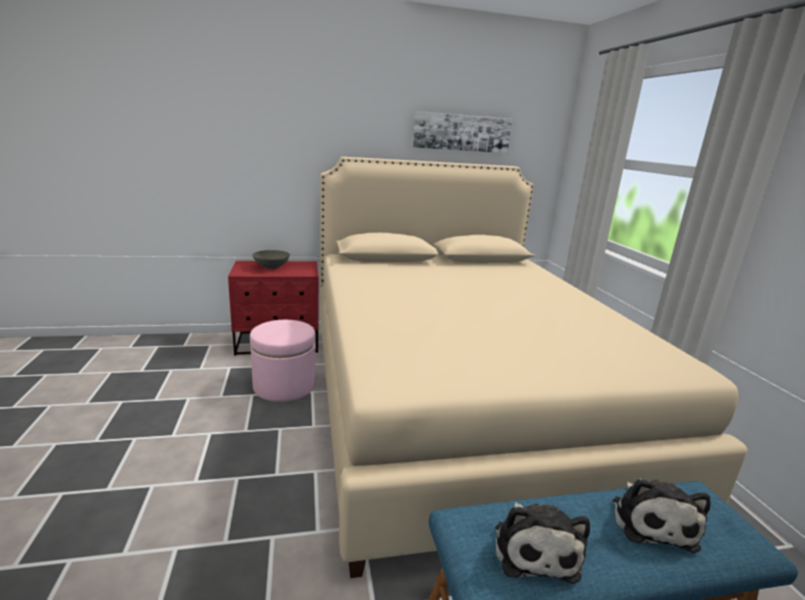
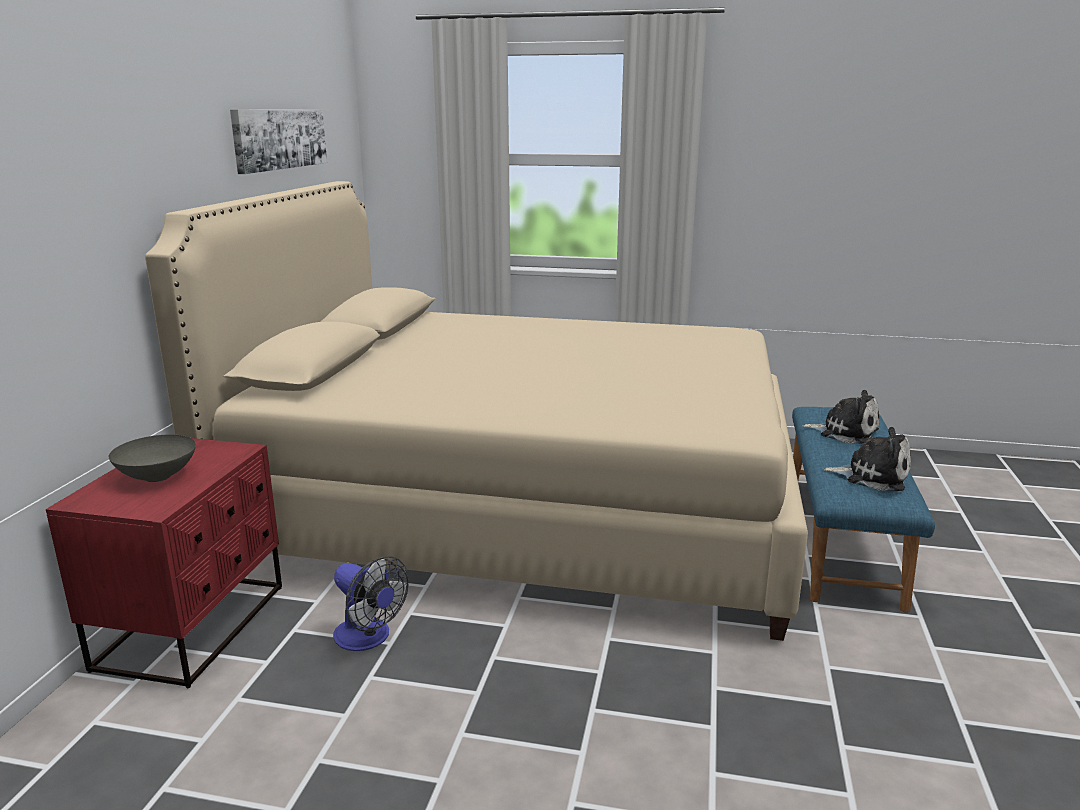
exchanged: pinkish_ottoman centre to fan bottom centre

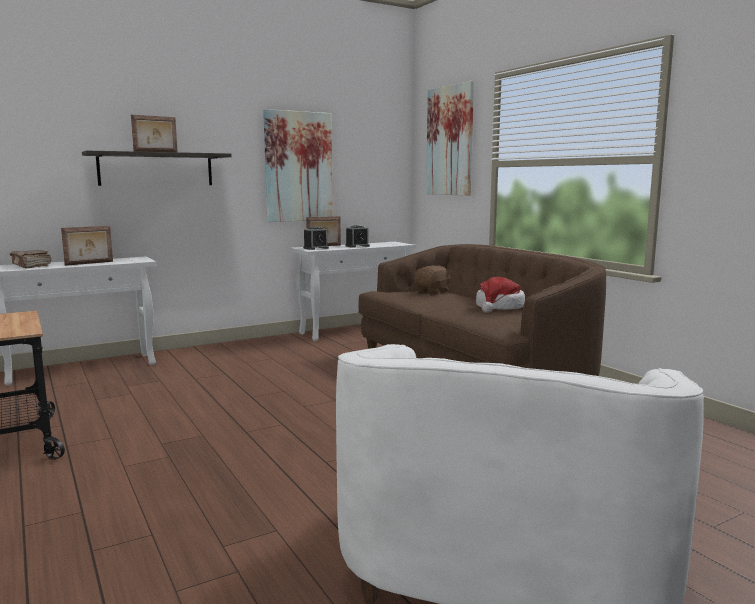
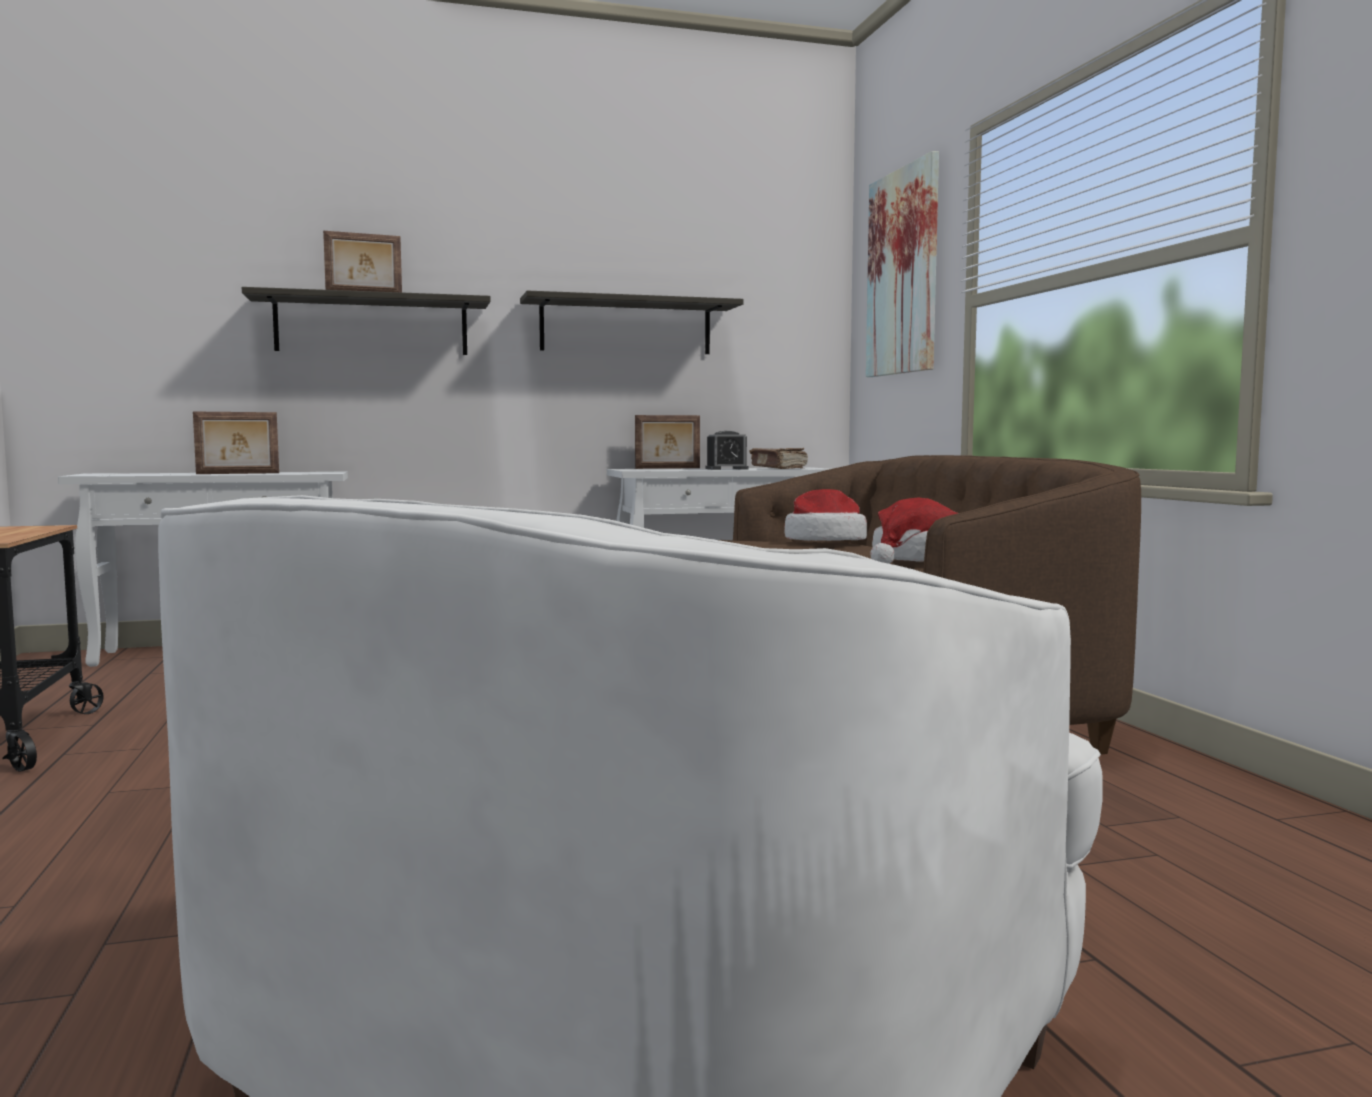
missing: table_clock (no. 1 from left) centre
relocated: brown-coloured_bound_book middle left to centre
exchanged: picture (no. 1 from left) top centre to wall_shelf (no. 2 from left) top centre; brown-coloured_plush_toy centre to wearable_hat (no. 1 from left) centre

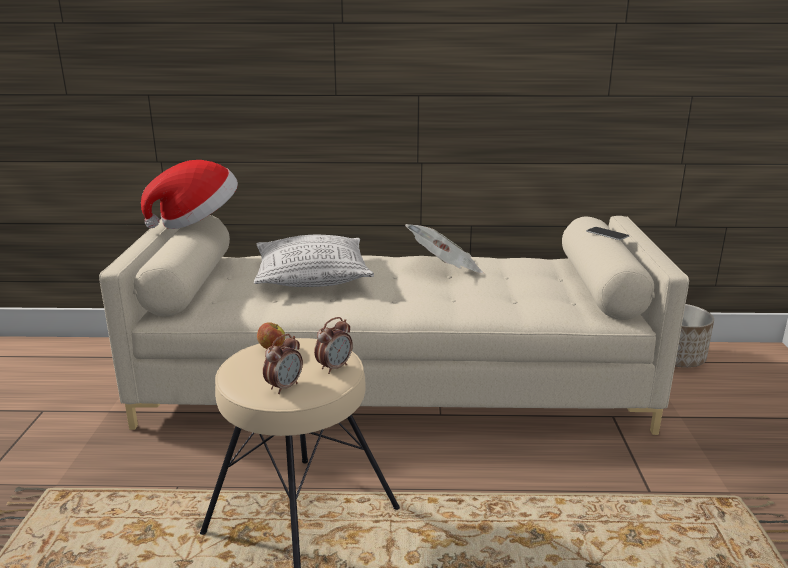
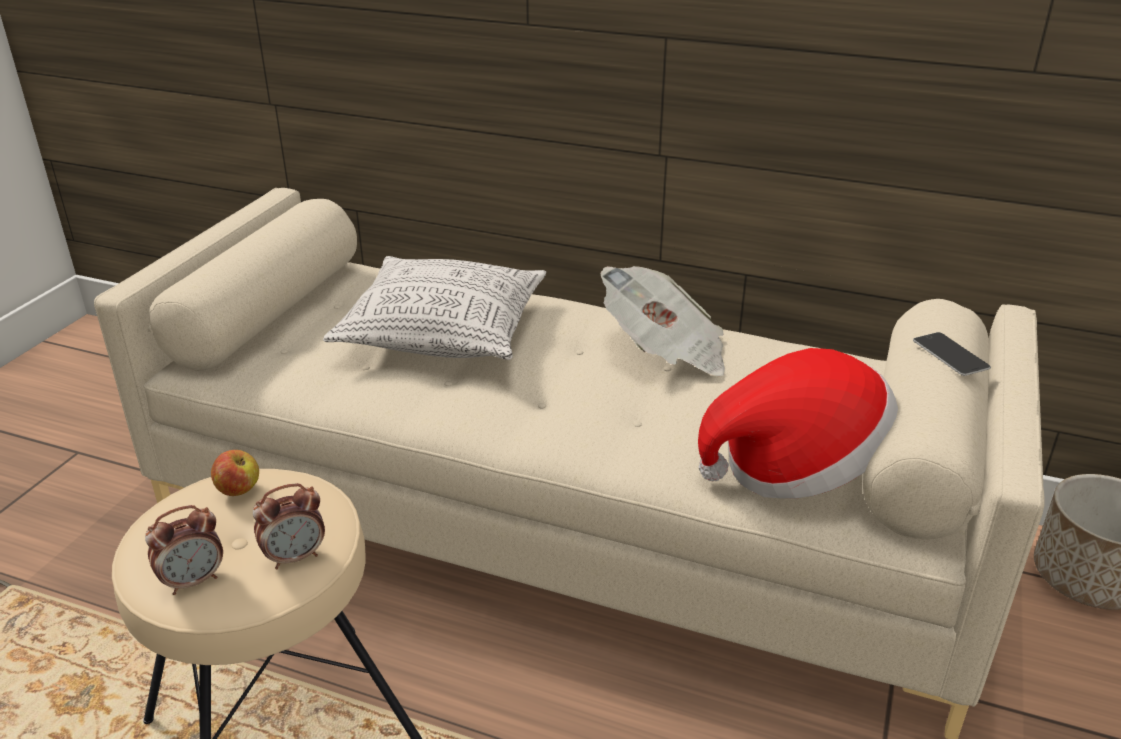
relocated: wearable_hat middle left to middle right

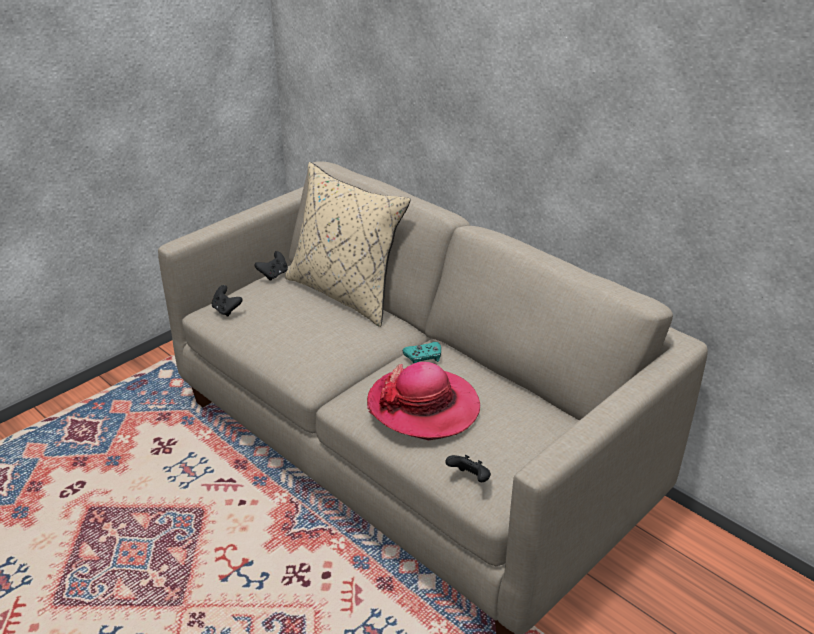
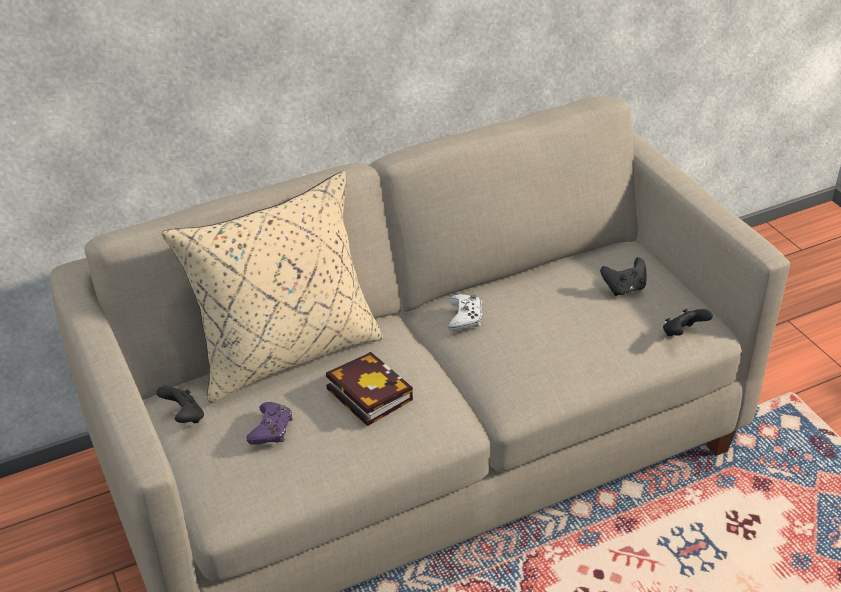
missing: wearable_hat centre
appeared: purplish_gamepad bottom left; bound_book centre
relocated: black-coloured_gamepad (no. 1 from left in the first image) middle left to black-coloured_gamepad (no. 2 from left) middle right
colour: blue-green_gamepad centre to white_gamepad centre

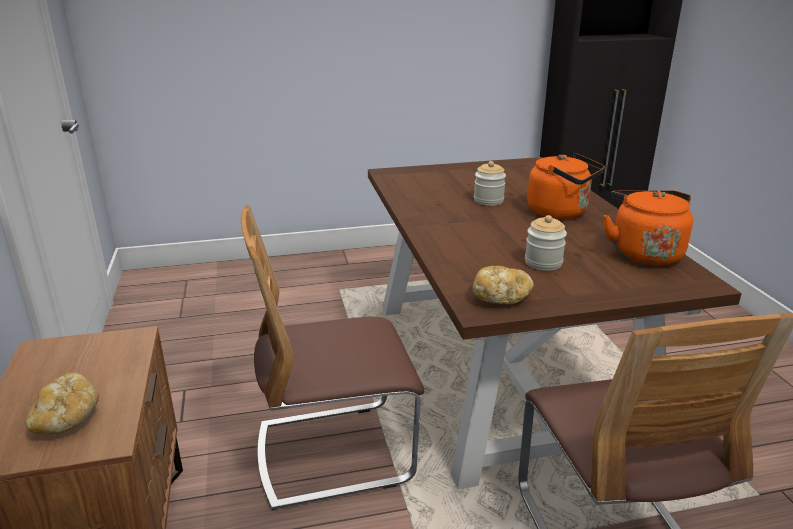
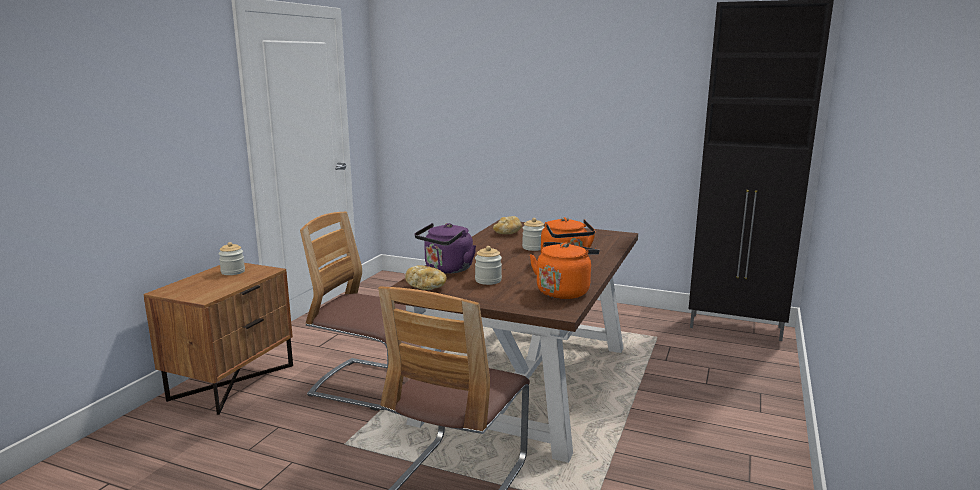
appeared: jar (no. 1 from left) middle left; purplish_kettle centre
relocated: bread (no. 1 from left in the first image) bottom left to bread (no. 2 from left) centre

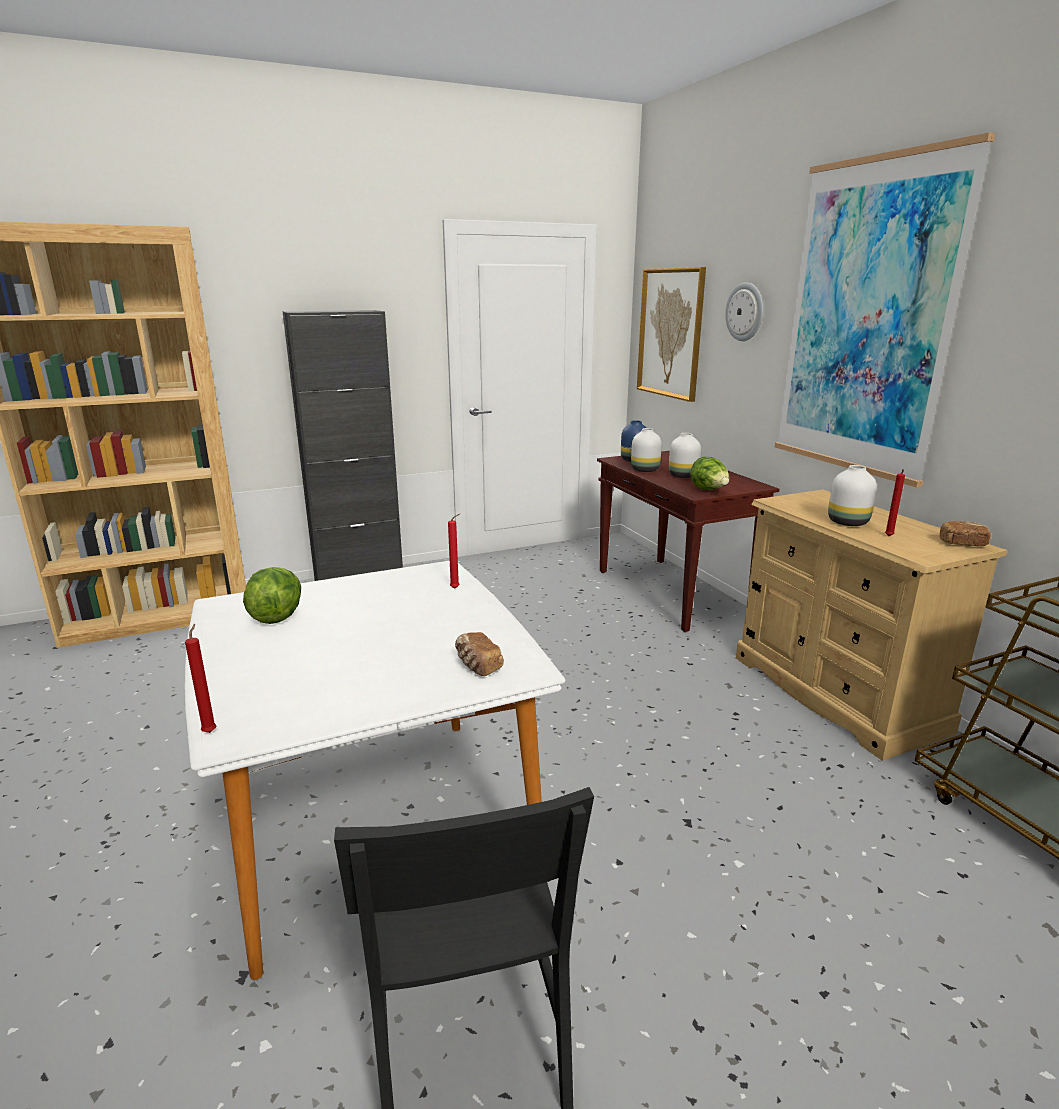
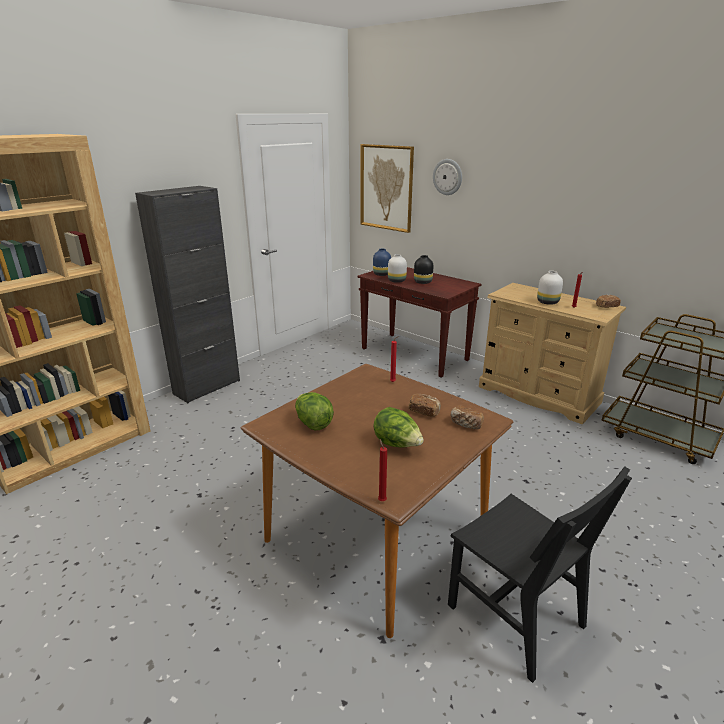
missing: picture (no. 2 from left) top right
appeared: bread (no. 1 from left) centre
relocated: head_of_lettuce (no. 2 from left) middle right to centre
colour: white_dining_table bottom centre to brown-coloured_dining_table bottom centre; white_decorative_vase (no. 2 from left) centre to black-coloured_decorative_vase centre

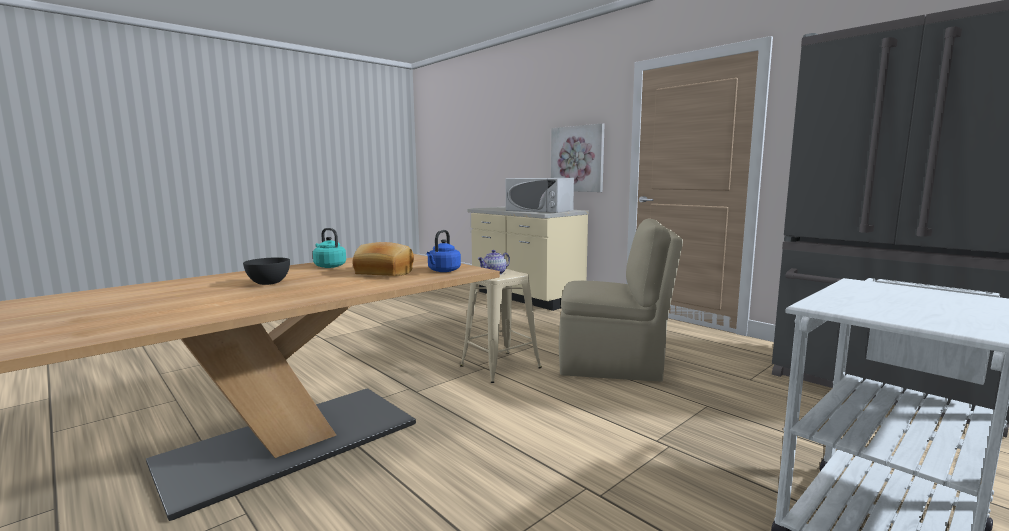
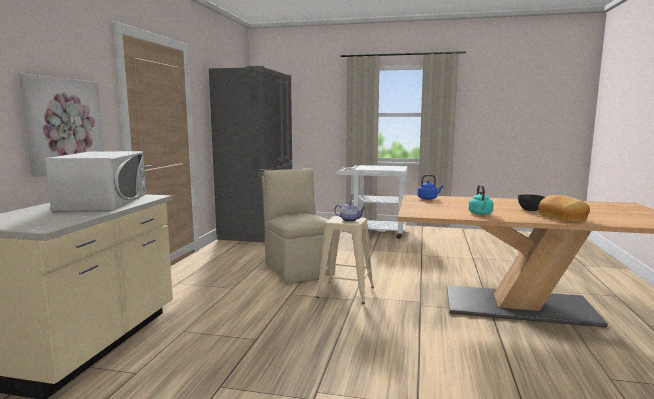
relocated: bread centre to middle right

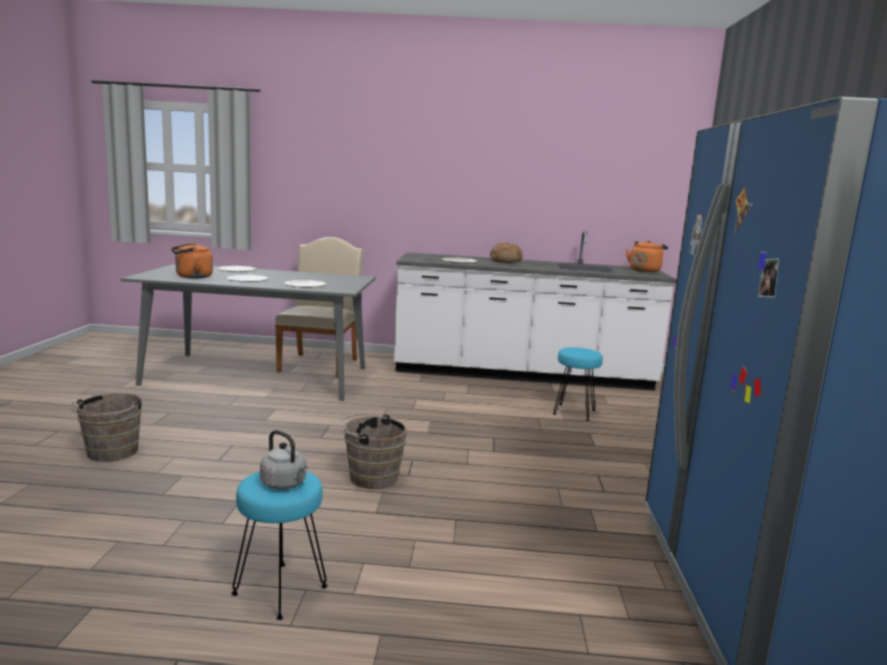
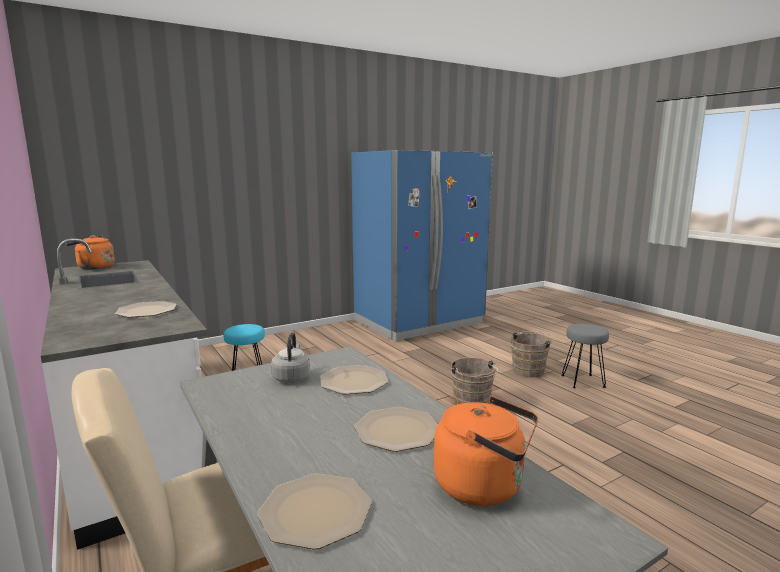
missing: bread centre
relocated: brown-coloured_water_bucket (no. 1 from left in the first image) middle left to brown-coloured_water_bucket (no. 2 from left) middle right; gray_kettle bottom left to centre
colour: blue-green_stool_seat (no. 1 from left) bottom left to gray_stool_seat middle right

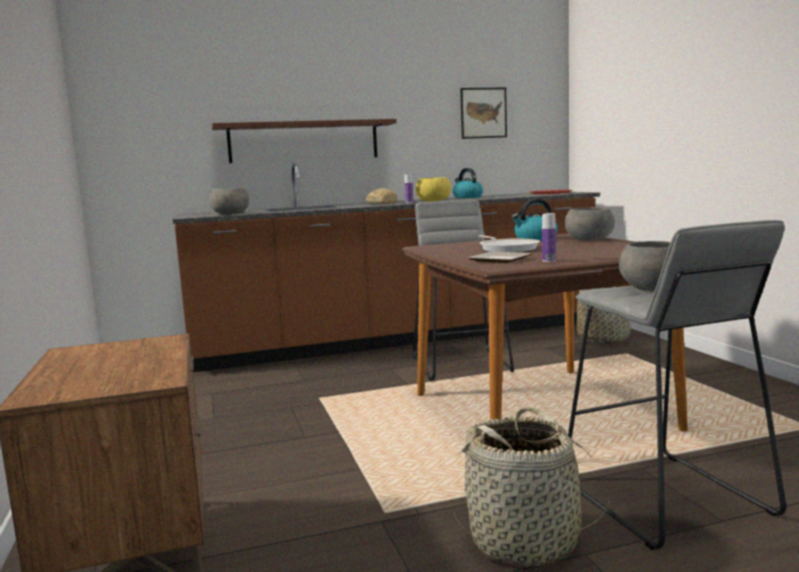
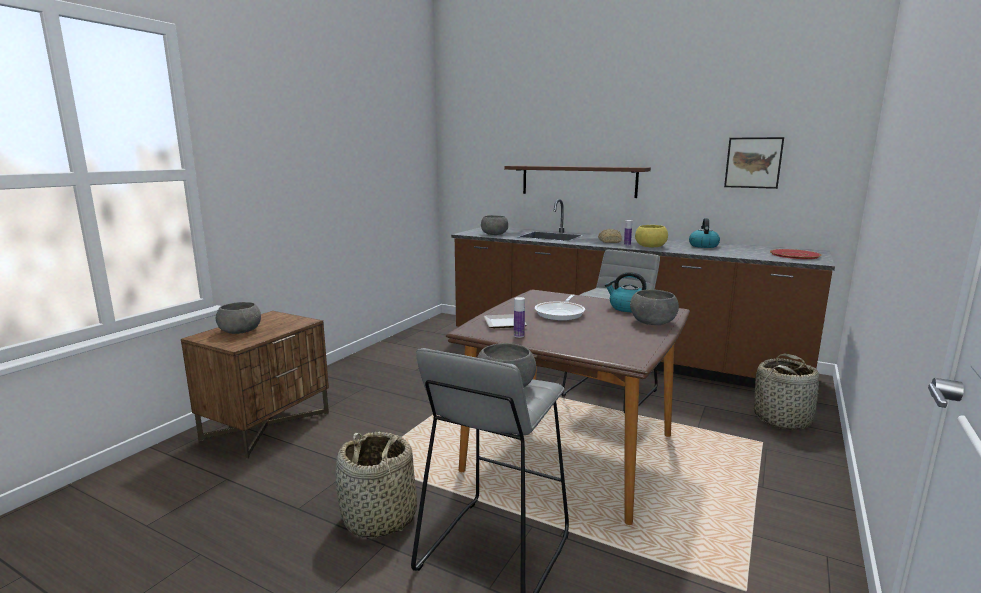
appeared: gray_serving_bowl (no. 1 from left) middle left

